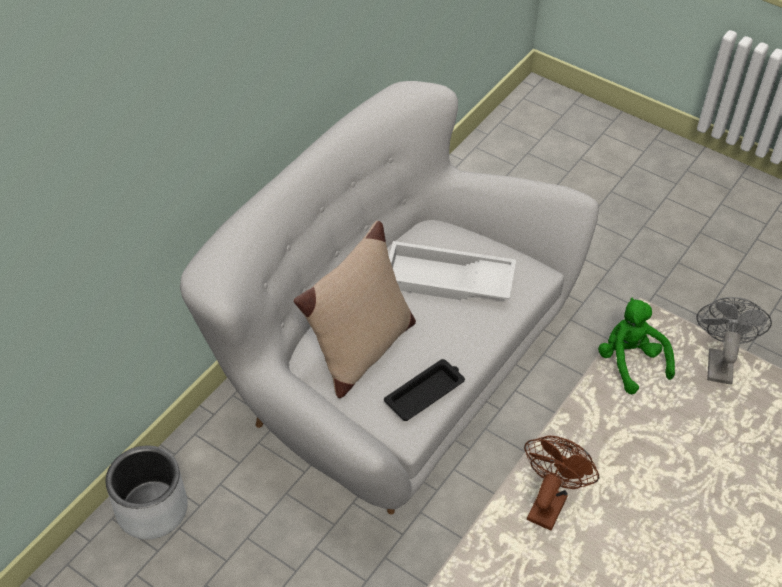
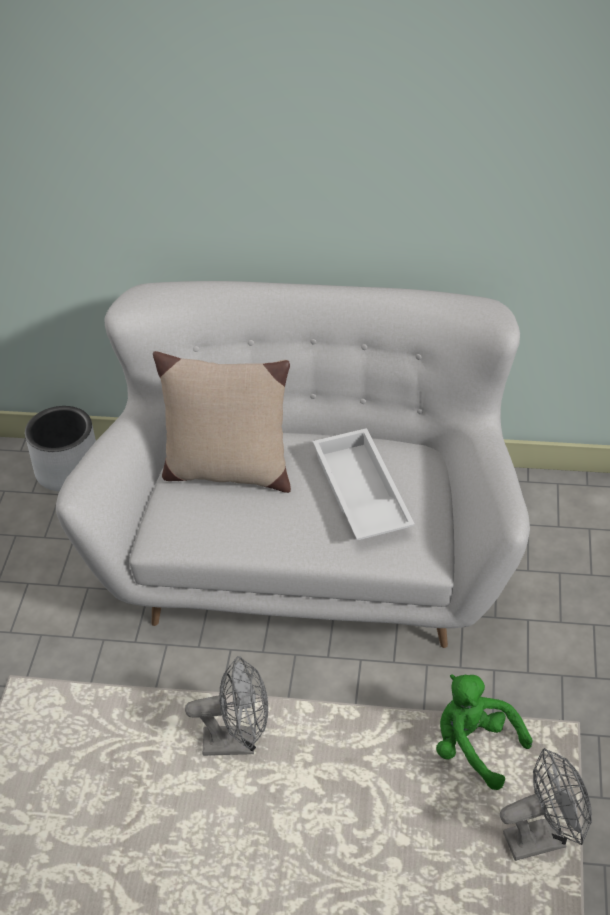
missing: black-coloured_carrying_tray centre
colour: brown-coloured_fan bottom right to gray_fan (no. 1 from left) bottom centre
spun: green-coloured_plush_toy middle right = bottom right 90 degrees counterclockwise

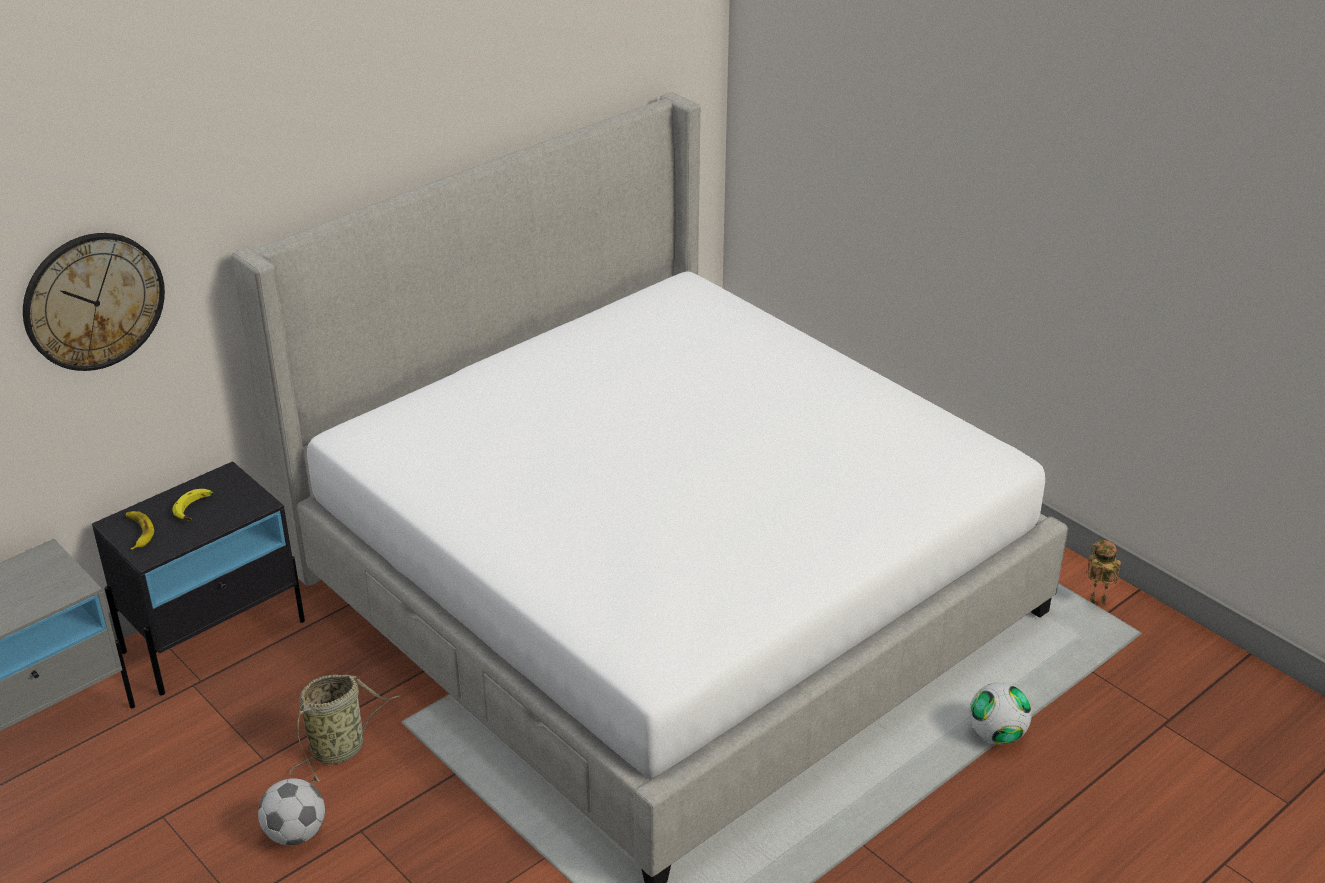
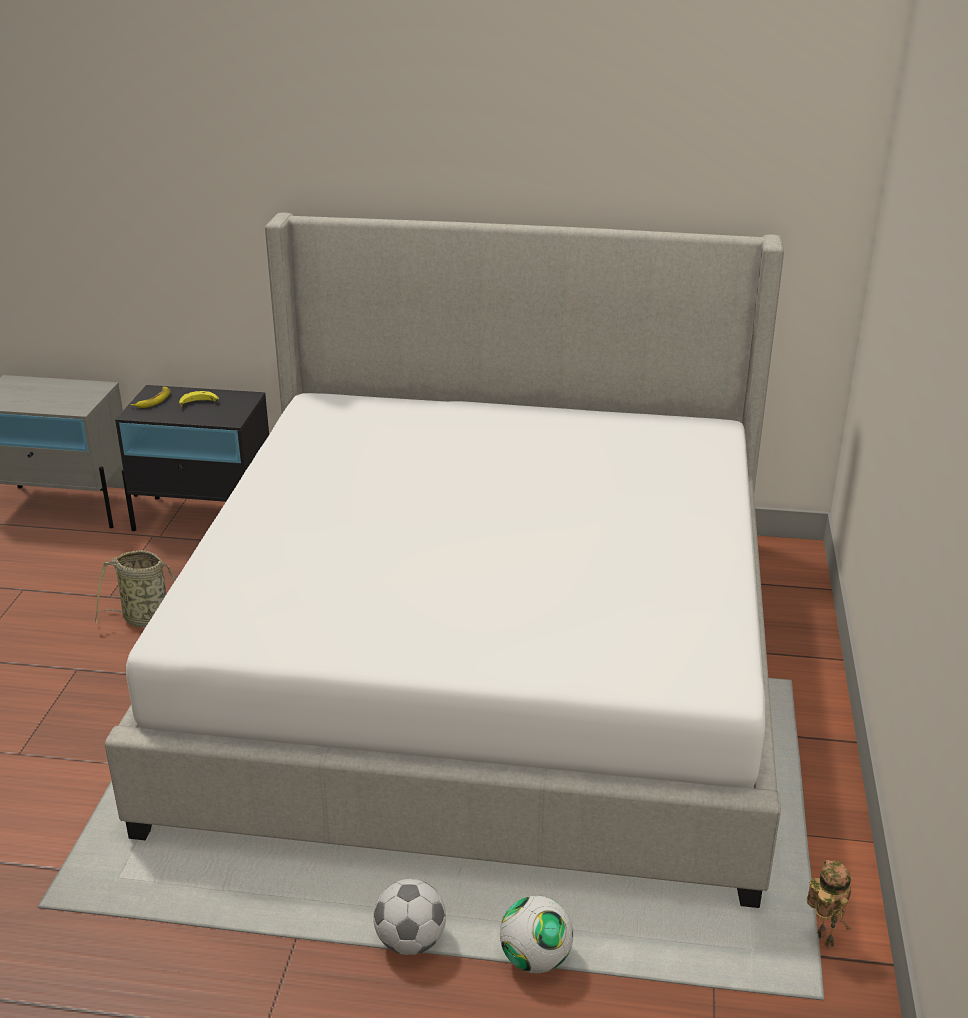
missing: wall_clock middle left
relocated: football_ball (no. 1 from left) bottom left to bottom centre

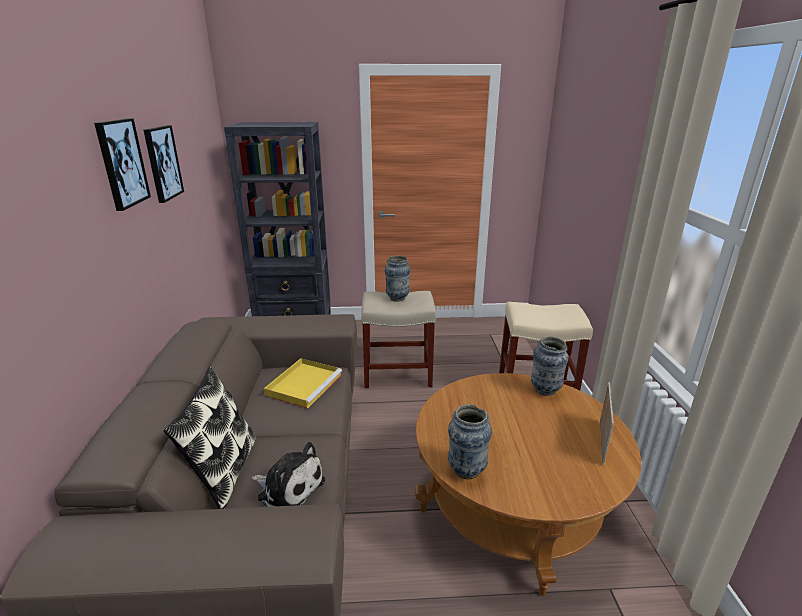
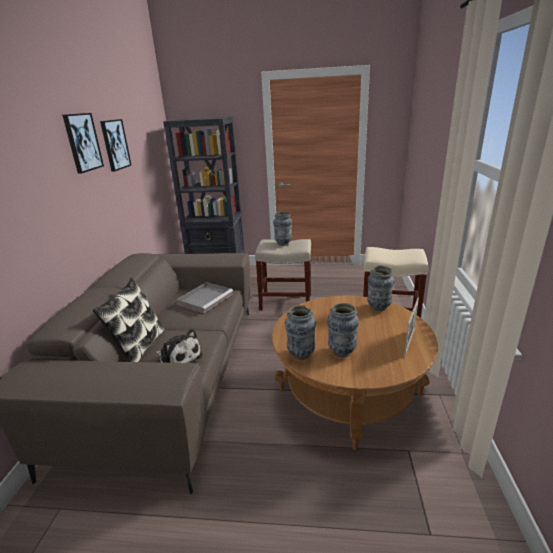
appeared: decorative_vase (no. 3 from left) centre
colour: yellowish_carrying_tray centre to gray_carrying_tray centre

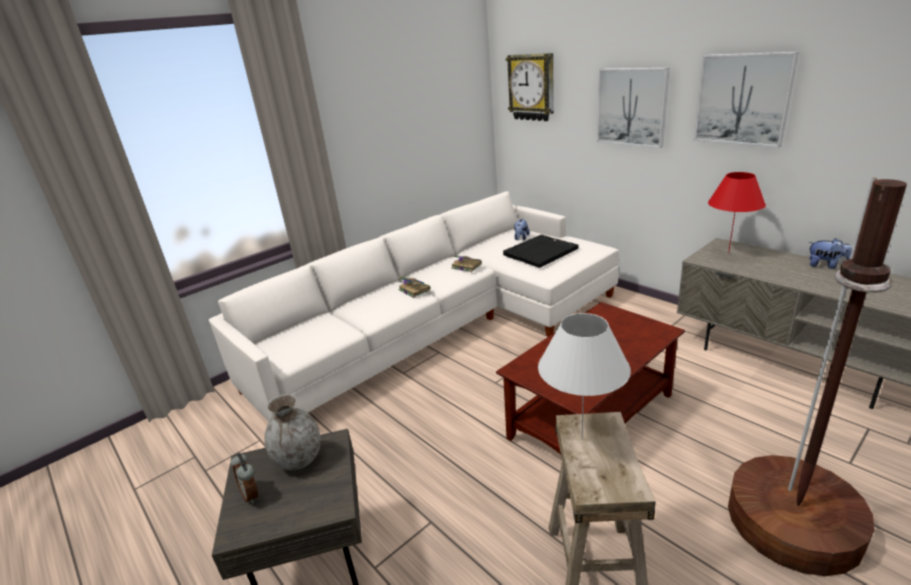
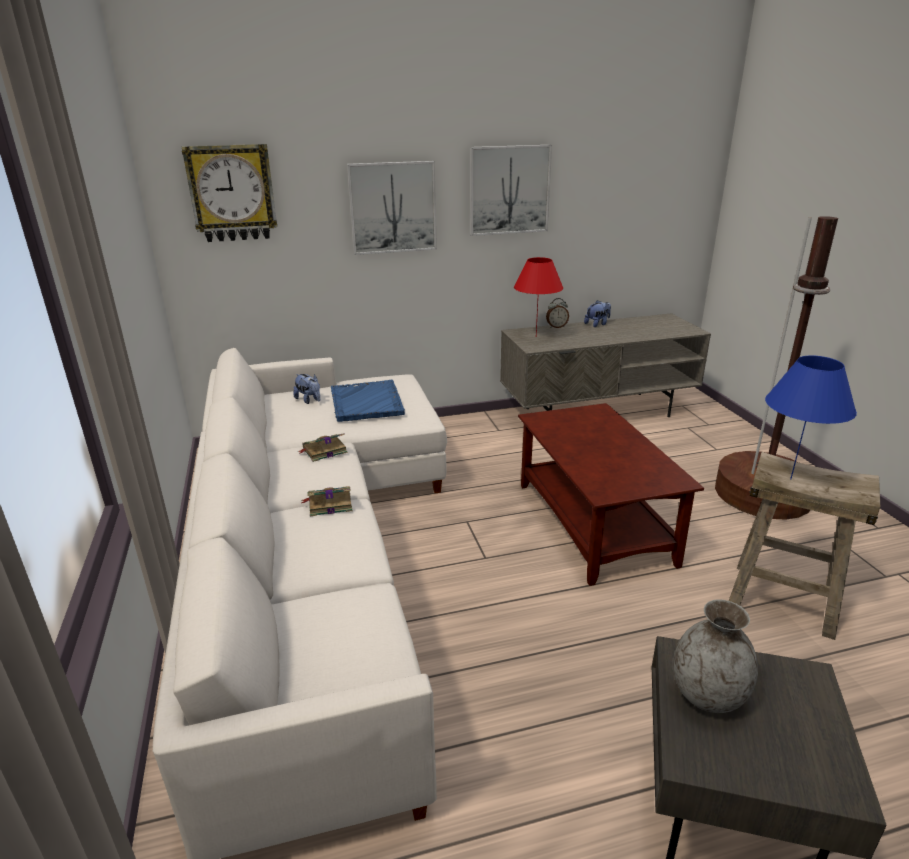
relocated: table_clock bottom left to centre
colour: black-coloured_carrying_tray centre to bluish_carrying_tray centre; white_table_lamp centre to bluish_table_lamp middle right

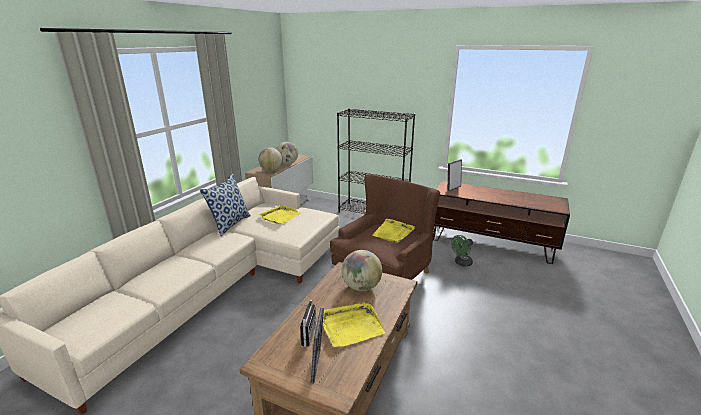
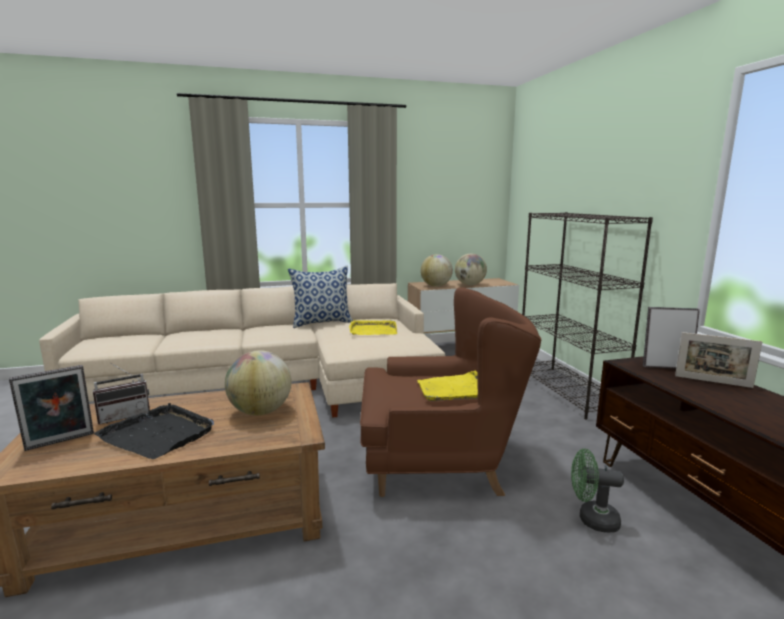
appeared: photo_frame (no. 3 from left) middle right
colour: yellowish_carrying_tray (no. 2 from left) bottom centre to black-coloured_carrying_tray bottom left

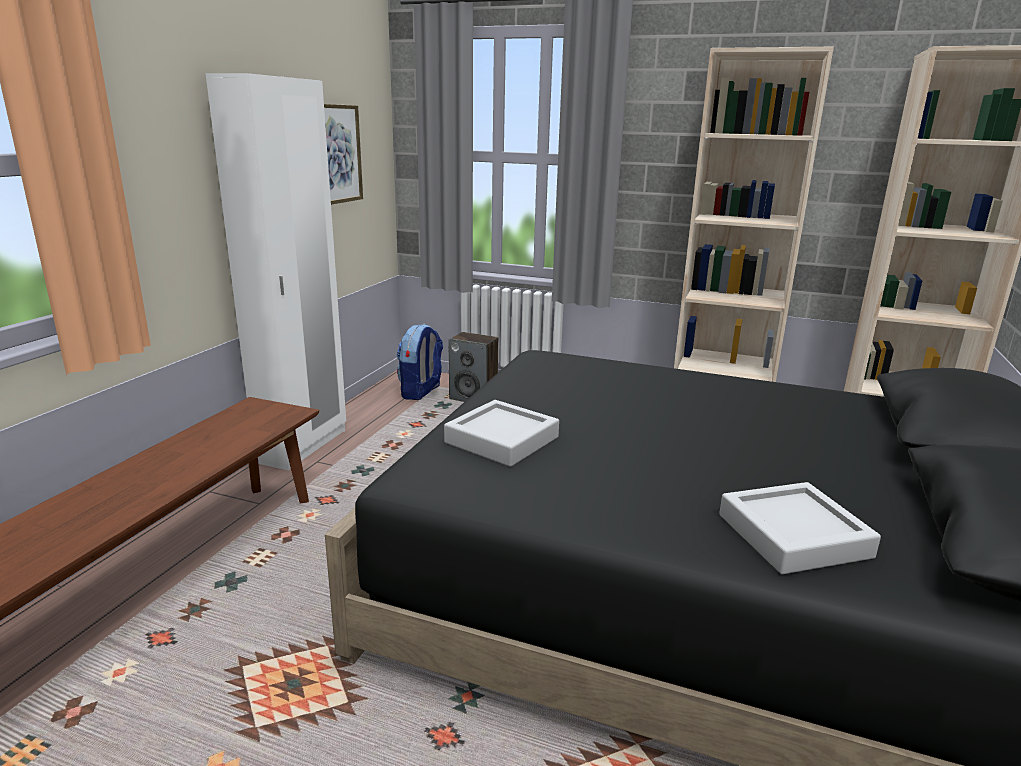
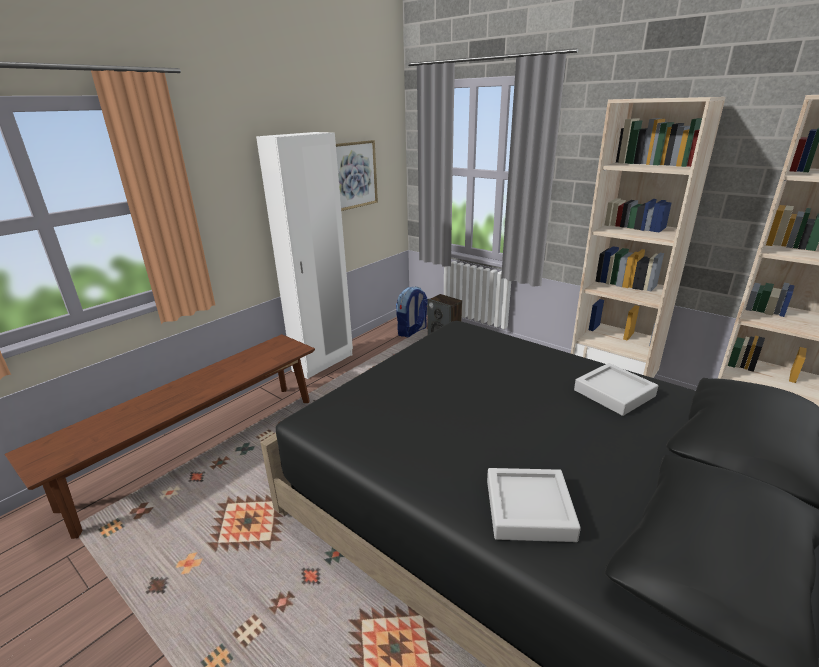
relocated: gray_carrying_tray (no. 1 from left in the first image) centre to gray_carrying_tray (no. 2 from left) middle right

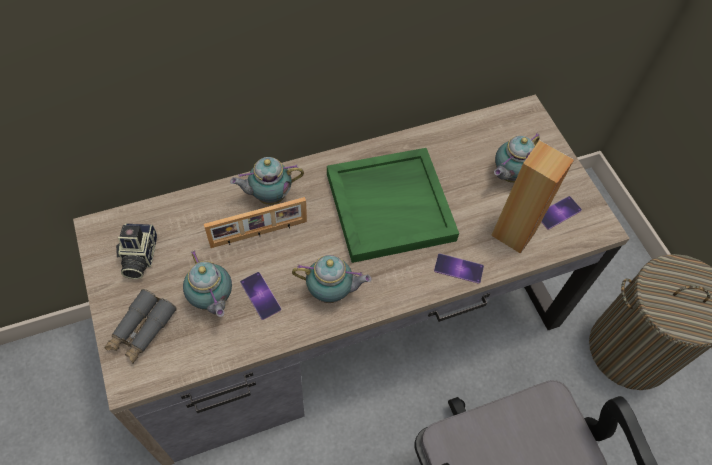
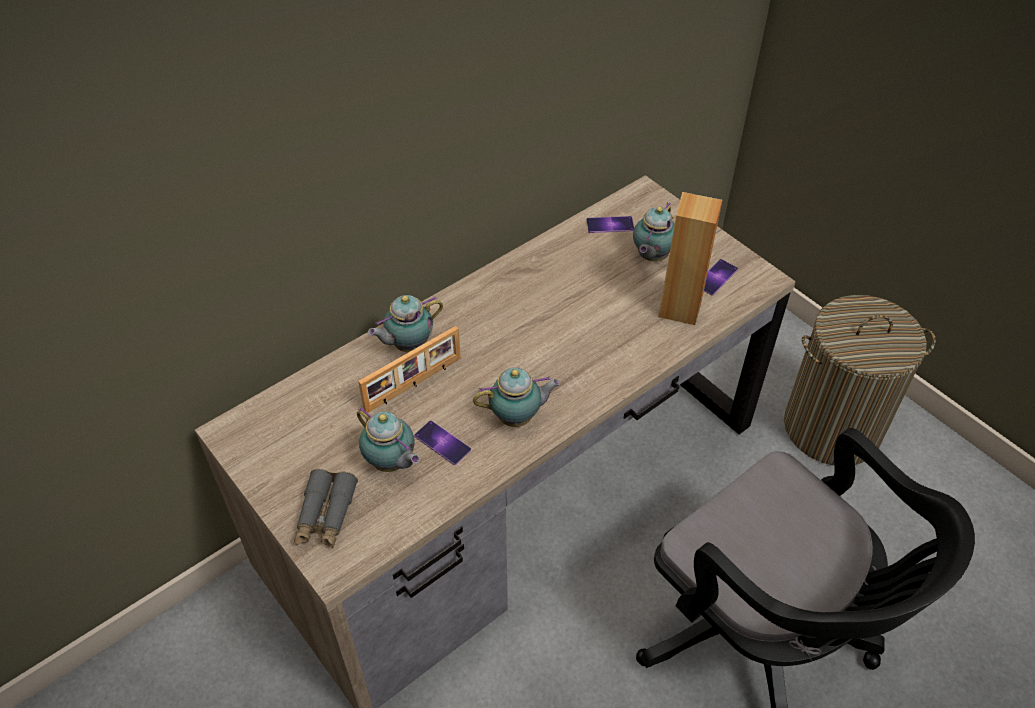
missing: photo_camera middle left; green-coloured_carrying_tray centre
relocated: handset (no. 2 from left) centre to top centre

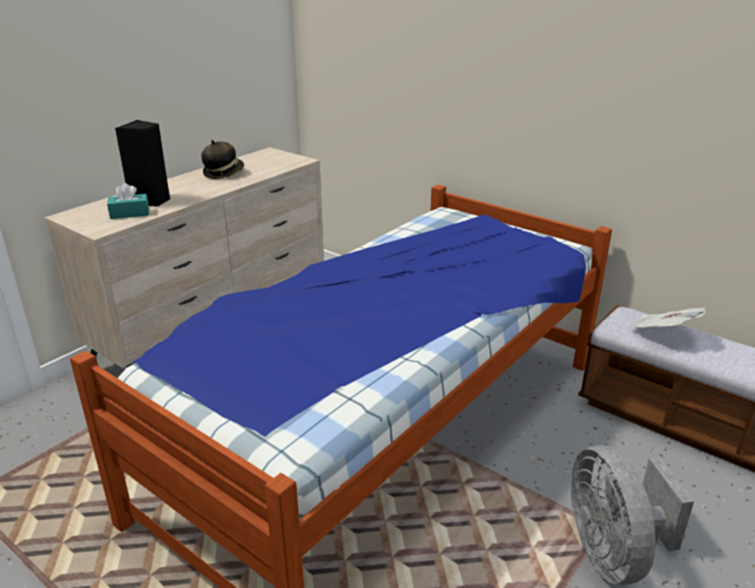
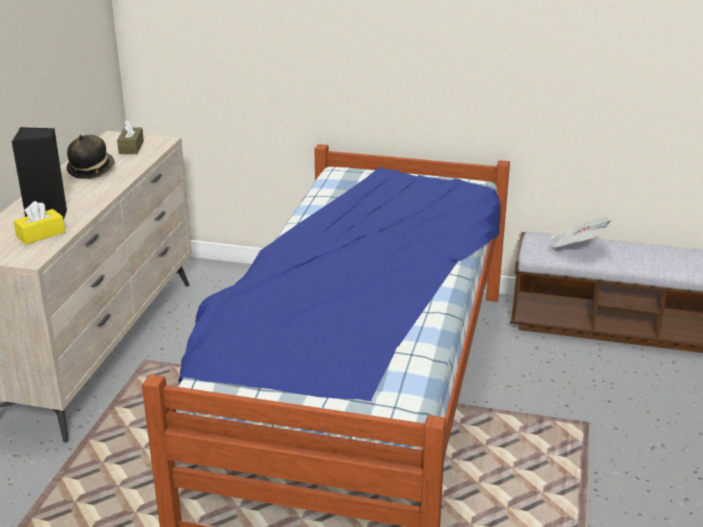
missing: gray_fan bottom right
appeared: brown-coloured_box_of_tissues top left
colour: blue-green_box_of_tissues middle left to yellowish_box_of_tissues middle left

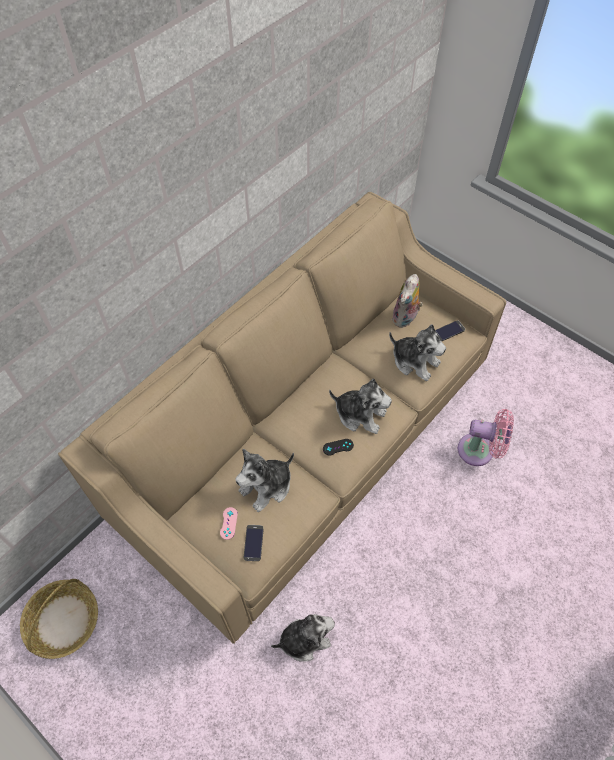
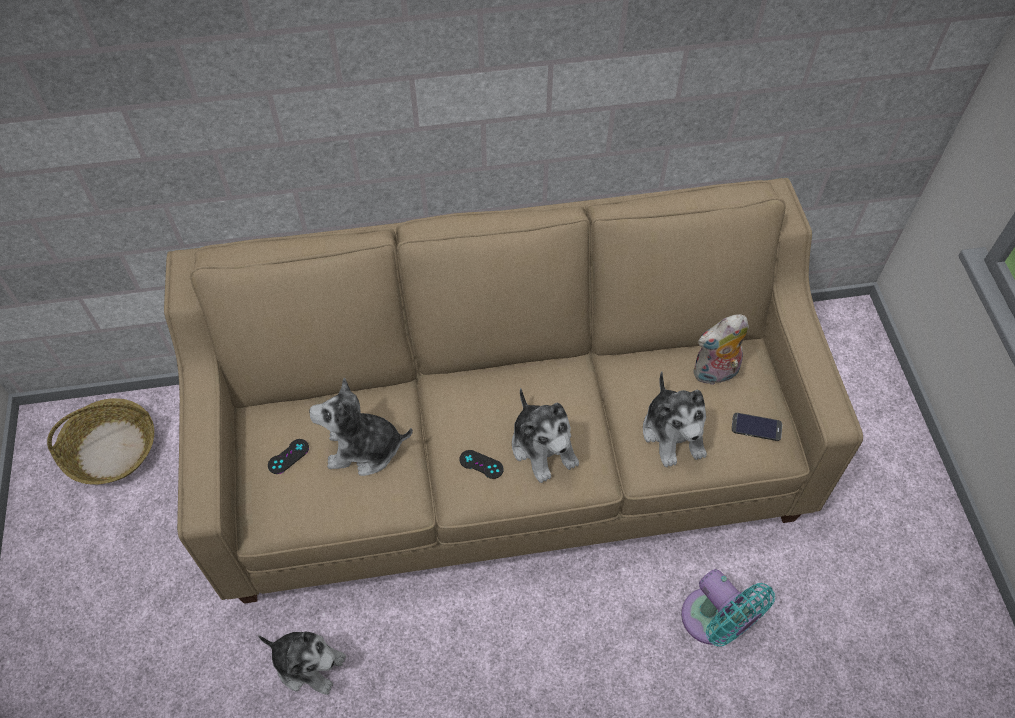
missing: handset (no. 1 from left) bottom centre
colour: pinkish_gamepad bottom centre to black-coloured_gamepad (no. 1 from left) middle left; pinkish_fan middle right to blue-green_fan bottom right

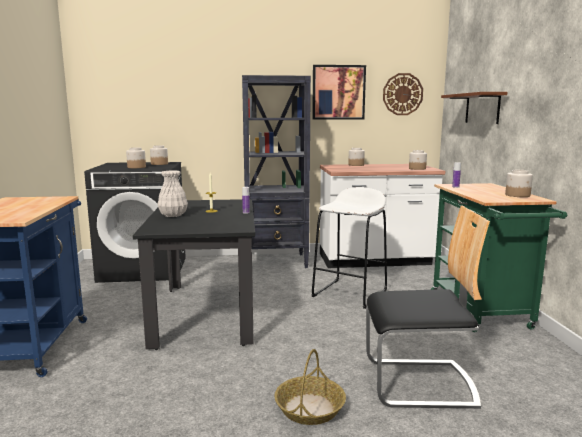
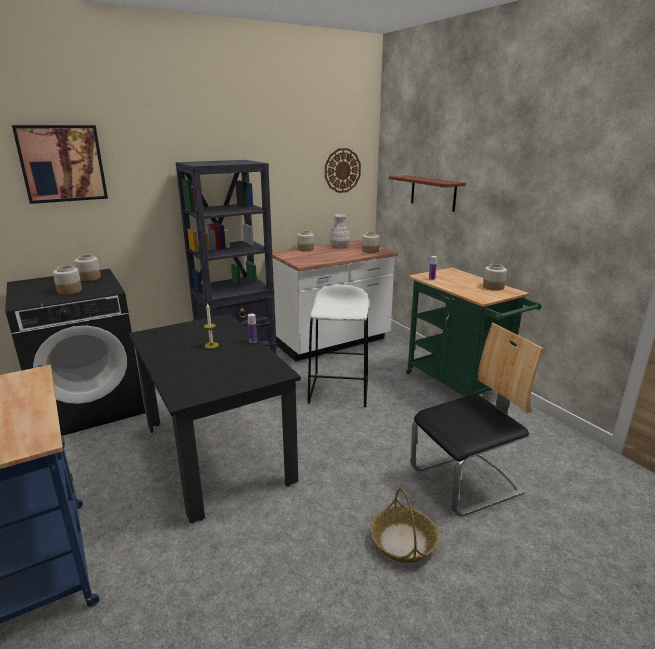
relocated: white_decorative_vase middle left to centre; picture top centre to top left

